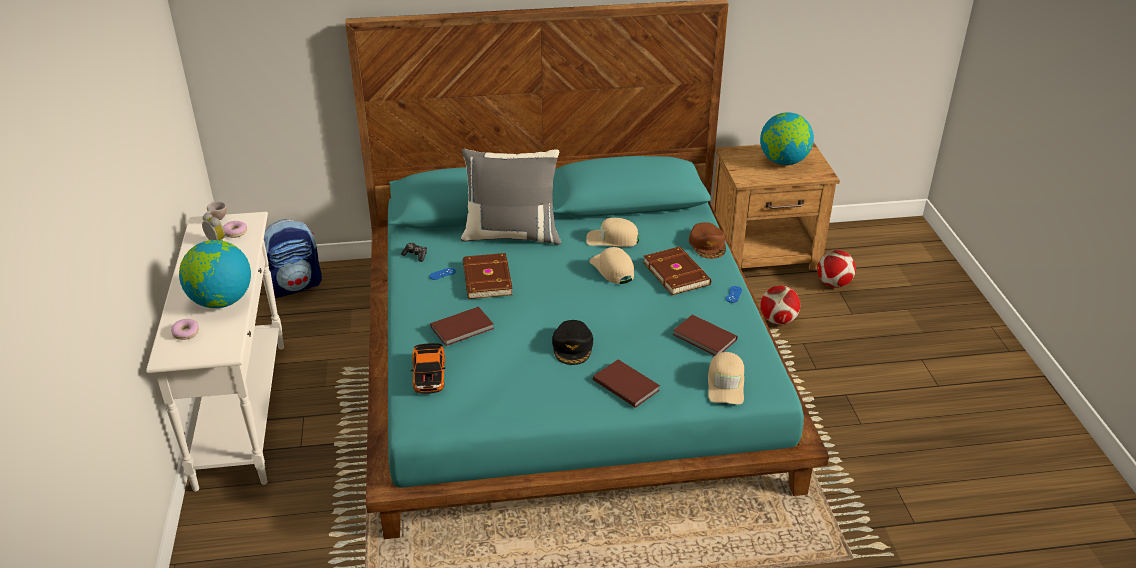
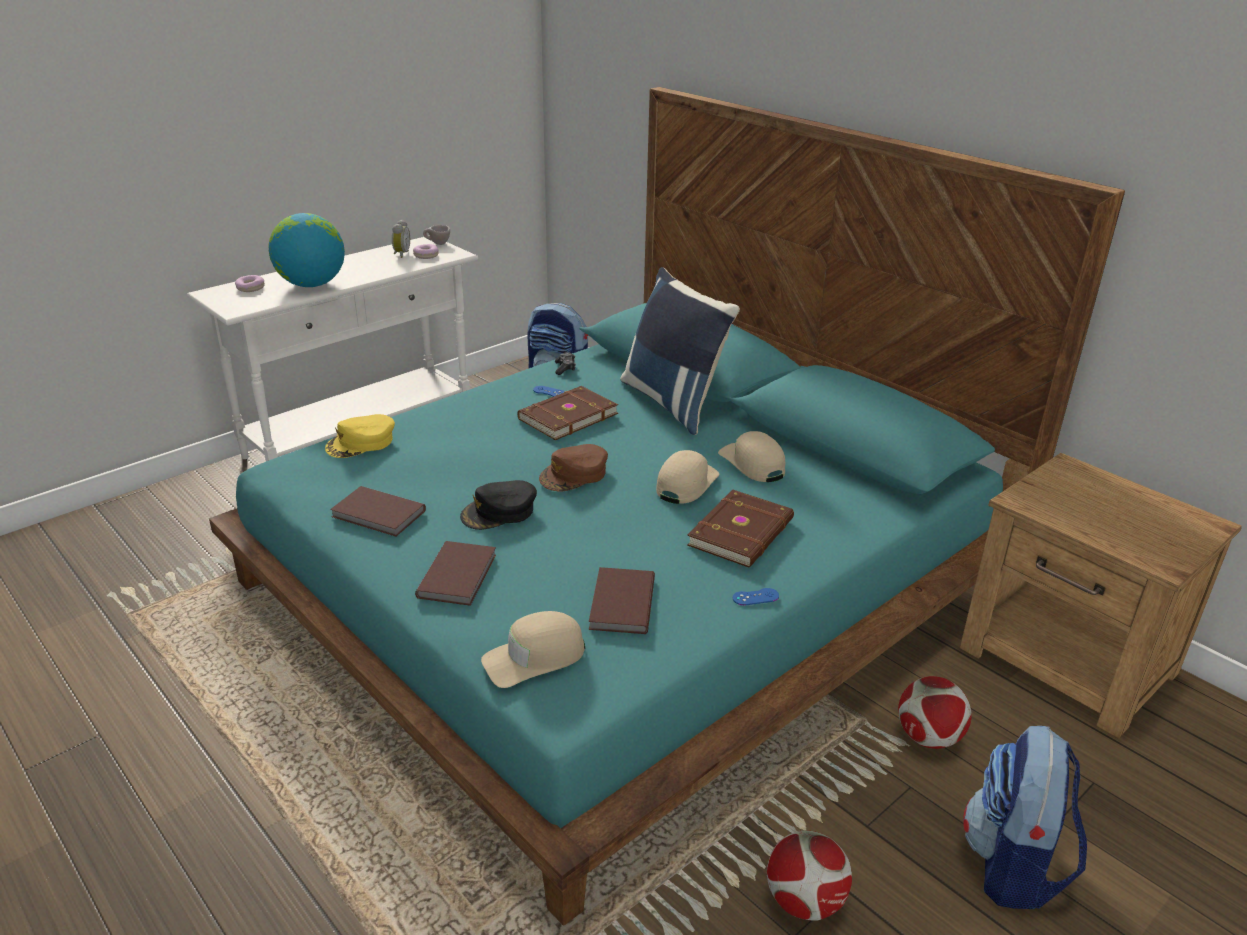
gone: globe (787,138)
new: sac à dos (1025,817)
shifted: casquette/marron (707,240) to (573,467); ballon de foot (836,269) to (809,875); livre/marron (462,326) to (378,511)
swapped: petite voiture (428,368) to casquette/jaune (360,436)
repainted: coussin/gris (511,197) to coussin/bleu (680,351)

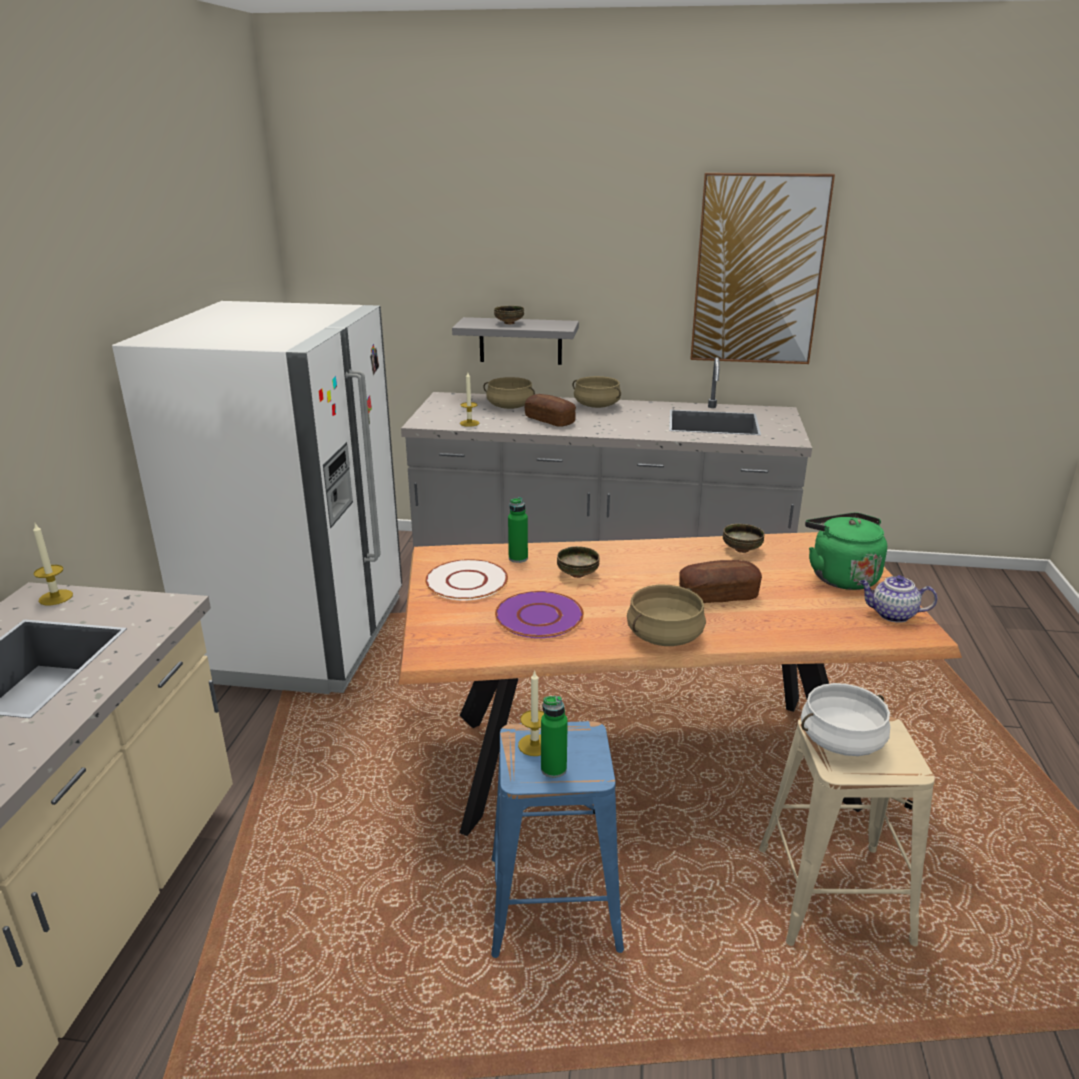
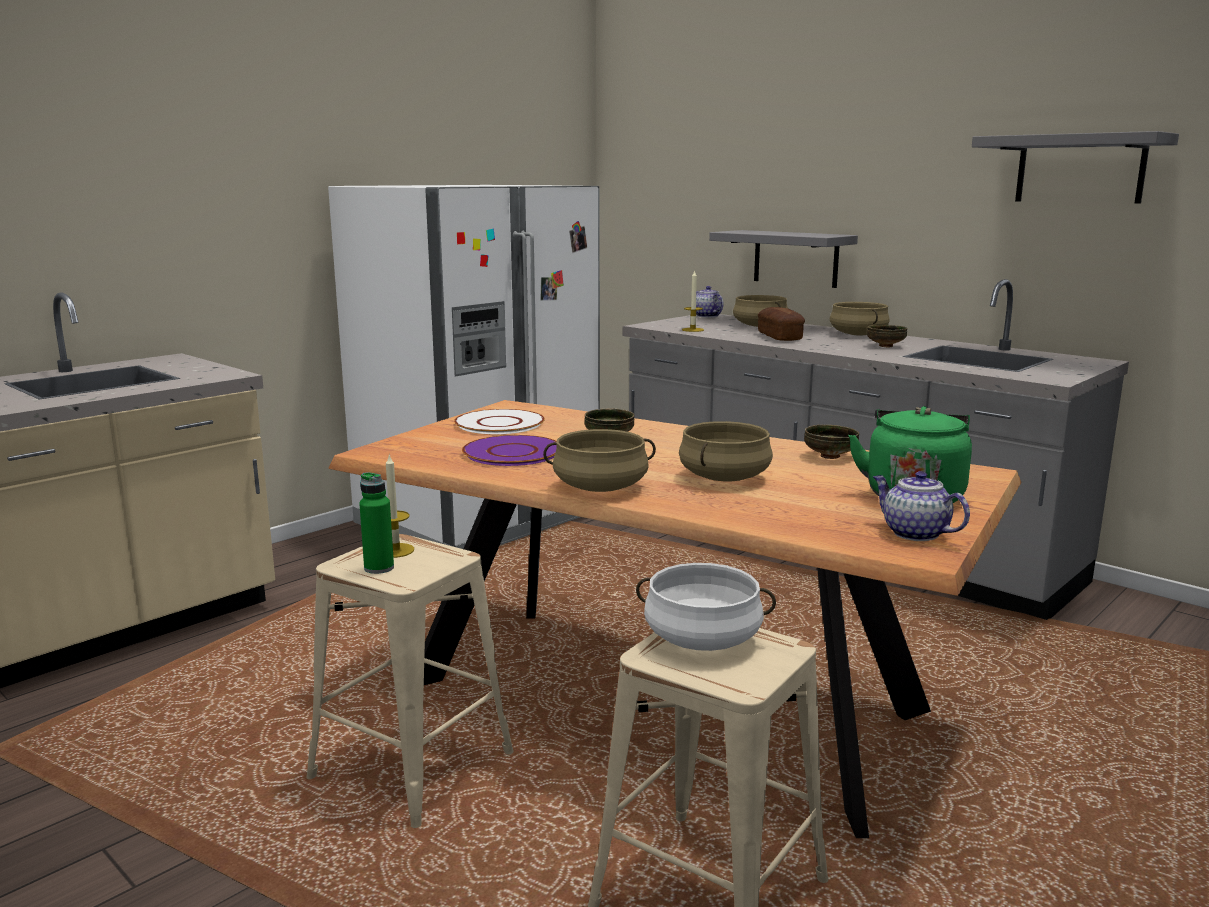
gone: bouteille/vert (518,530); bougie (53,564)
new: théière (710,301)
shifted: bol (509,315) to (887,336)
swapped: tableau (762,268) to étagère/gris (1075,167); pain (720,581) to marmite/beige (726,451)
repainted: tabouret/bleu (557,839) to tabouret/beige (410,681)

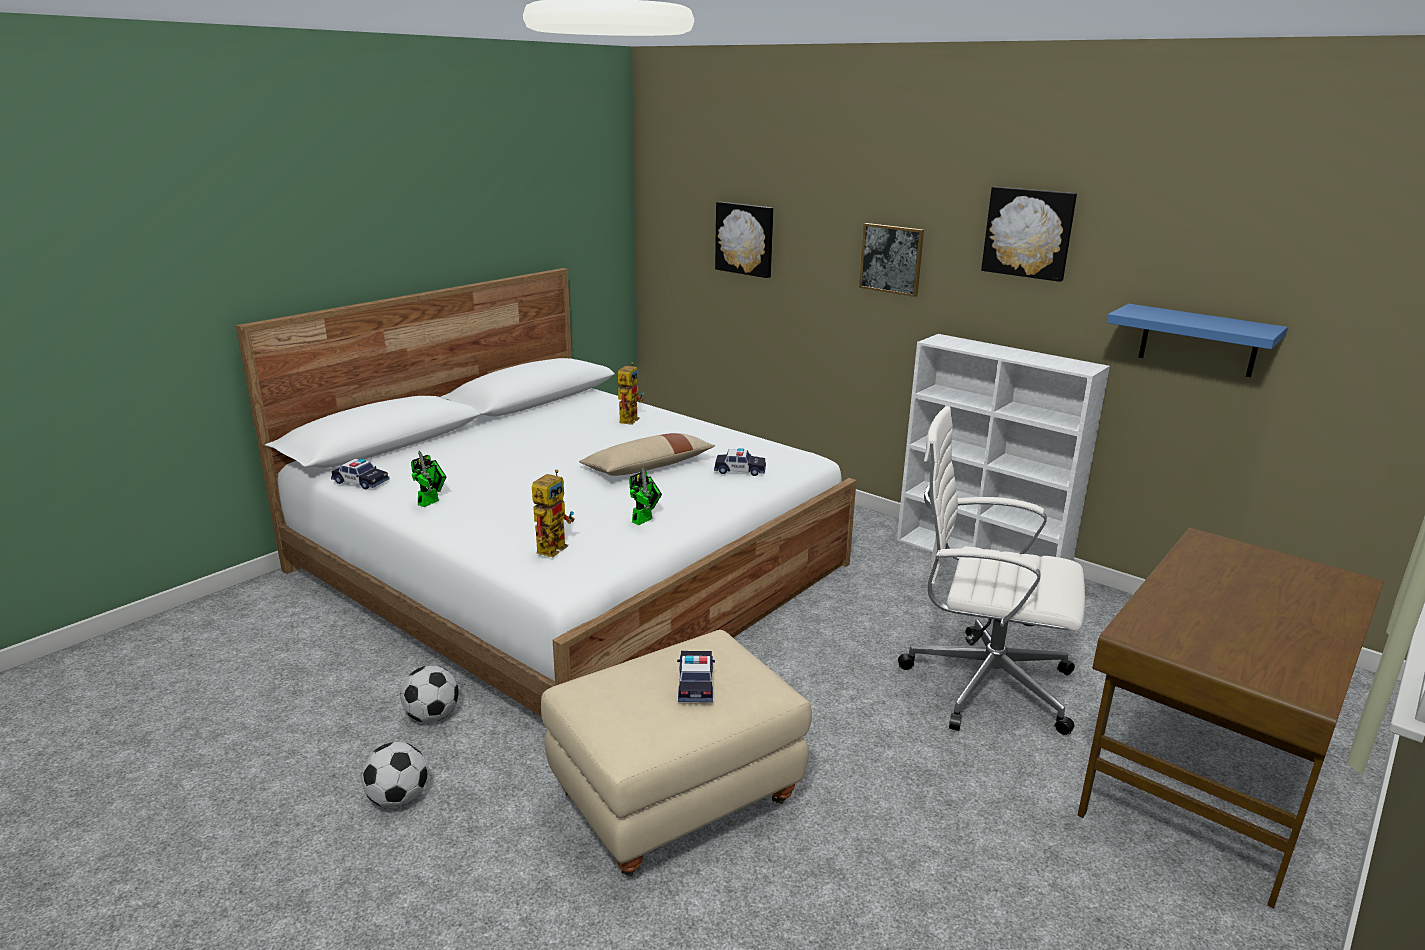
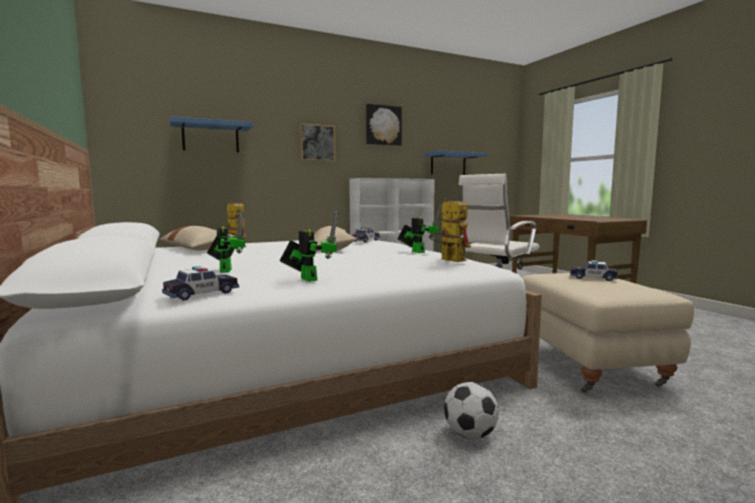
gone: ballon de foot (394,775)
new: robot jouet (226,241); coussin/beige (196,238)
swapped: tableau (744,240) to étagère/bleu (211,134)

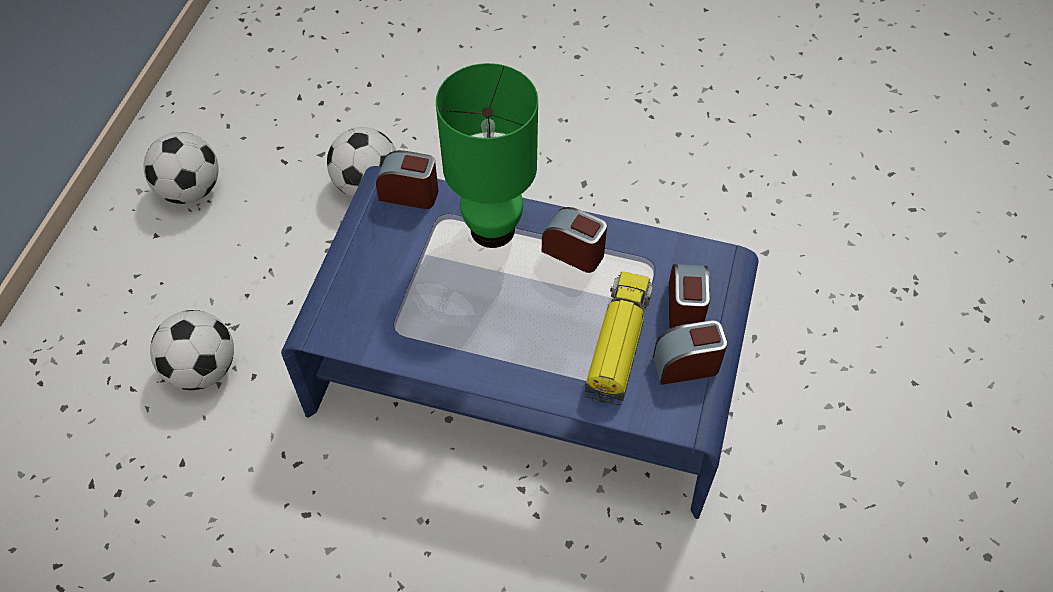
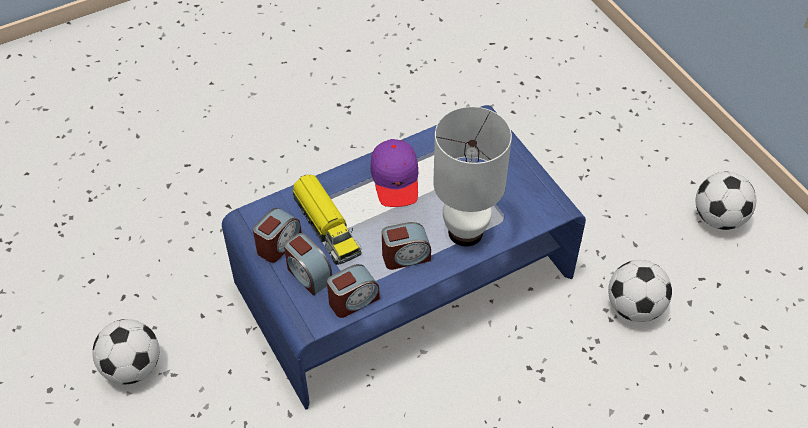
new: casquette/violet (394,173)
shifted: réveil (407,179) to (353,291); ballon de foot (192,350) to (125,351)
repainted: lampe de table/vert (487,155) to lampe de table/blanc (472,177)

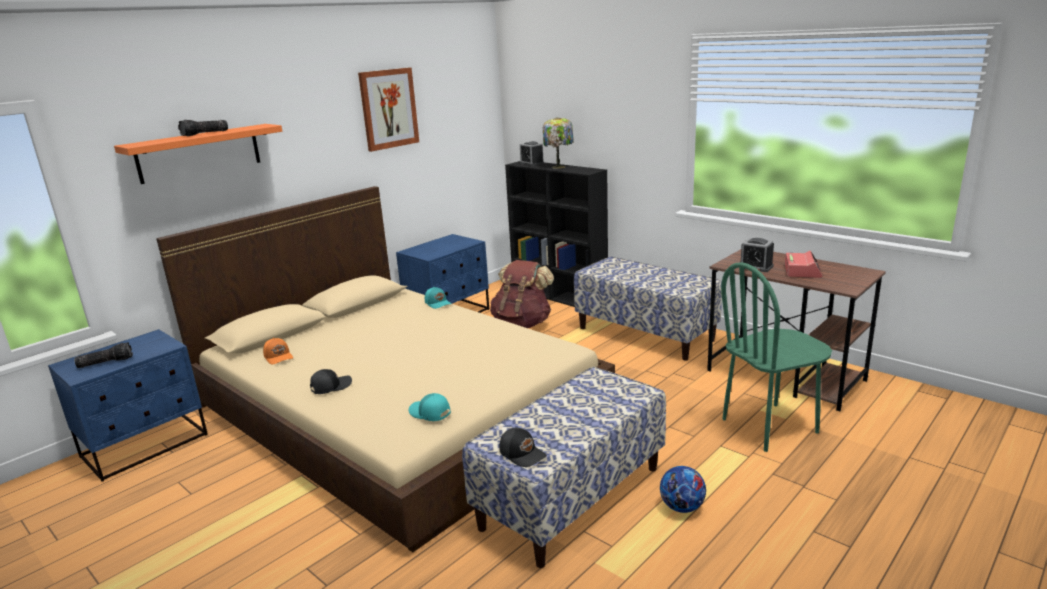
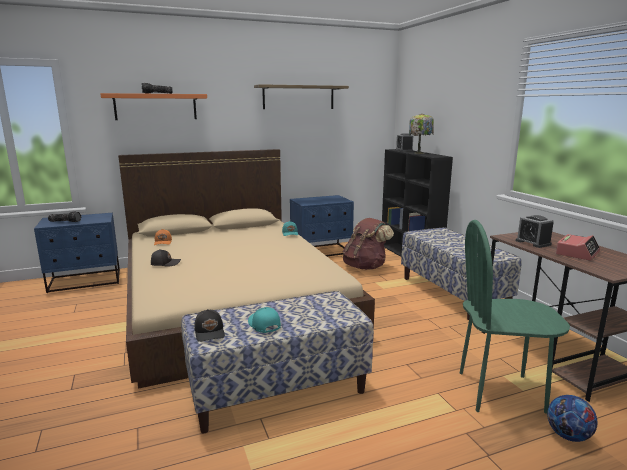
shifted: casquette/turquoise (430,407) to (264,320); ballon de foot (683,489) to (572,418)
swapped: tableau (388,110) to étagère (301,96)

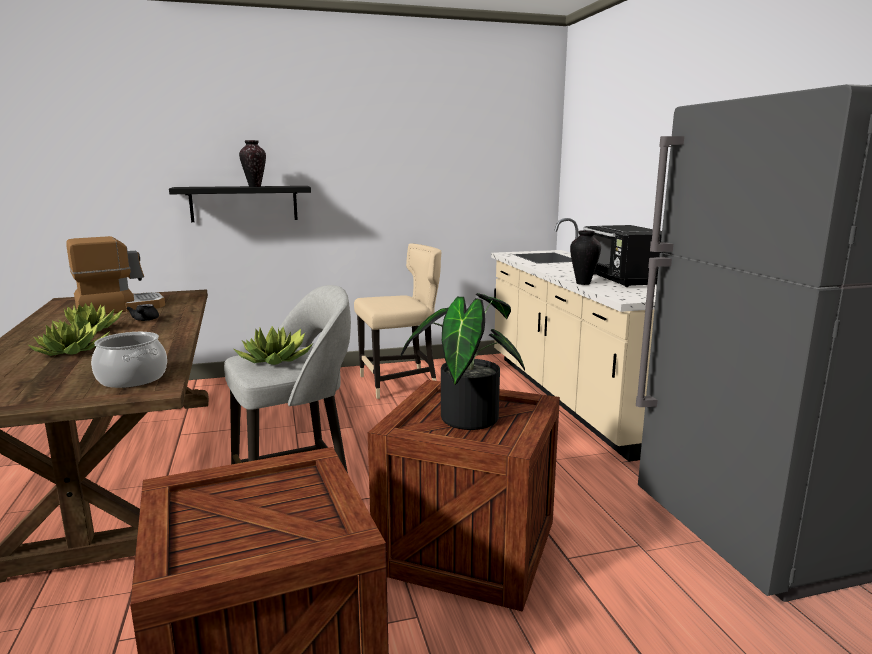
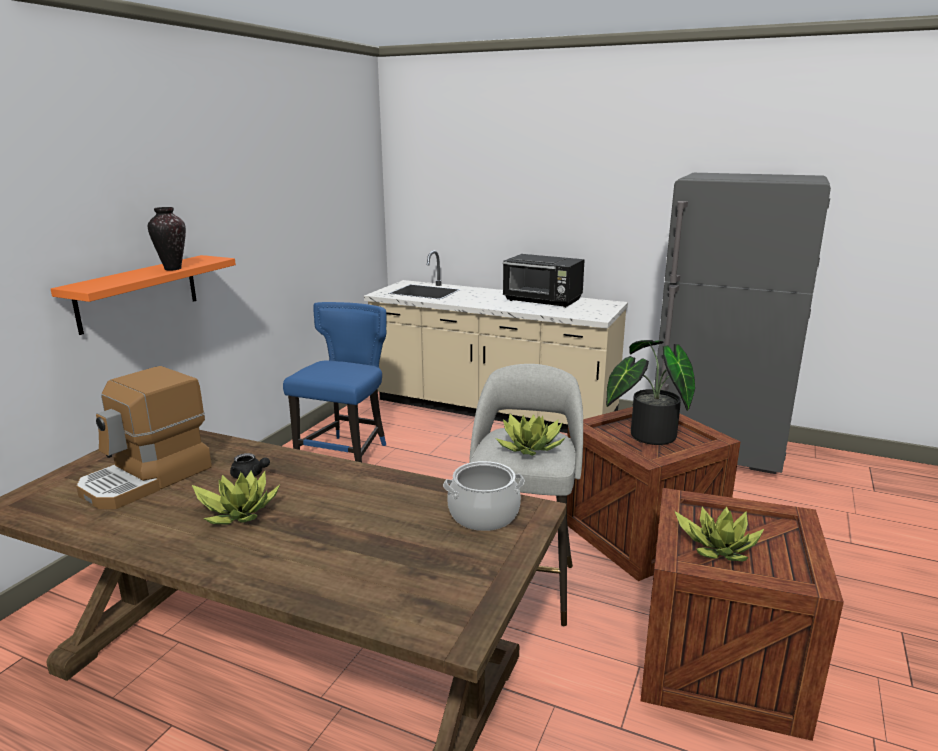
gone: vase (585,257)
shifted: plante en pot (68,338) to (719,534)
repainted: étagère/noir (240,204) to étagère/orange (143,295); chaise/beige (398,321) to chaise/bleu (334,382)
rotated: machine à café (115,275) = (144,437) 150 degrees counterclockwise

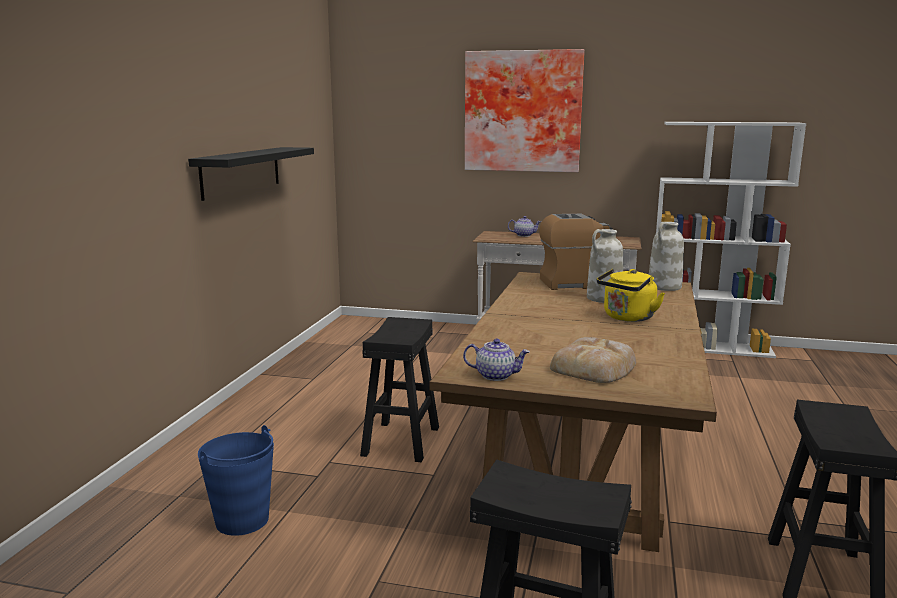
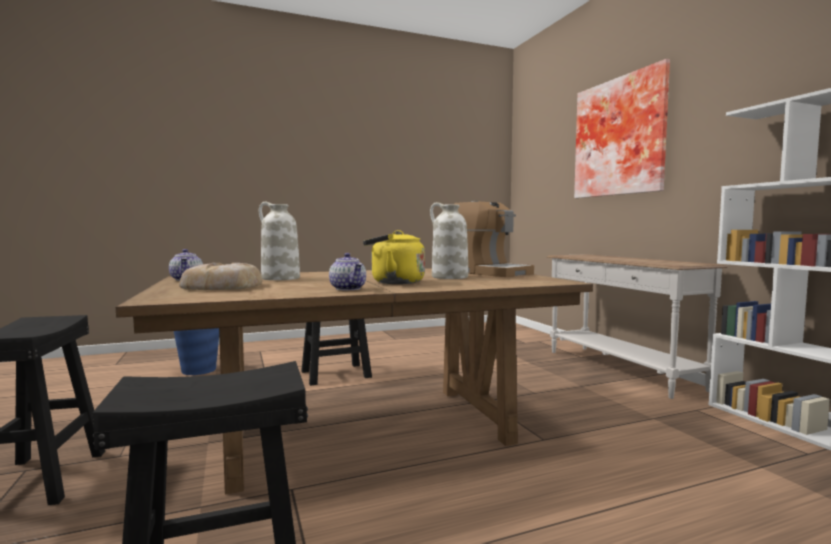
gone: étagère/noir (251,174)
shifted: théière (524,226) to (347,271); vase/blanc (666,256) to (279,241)

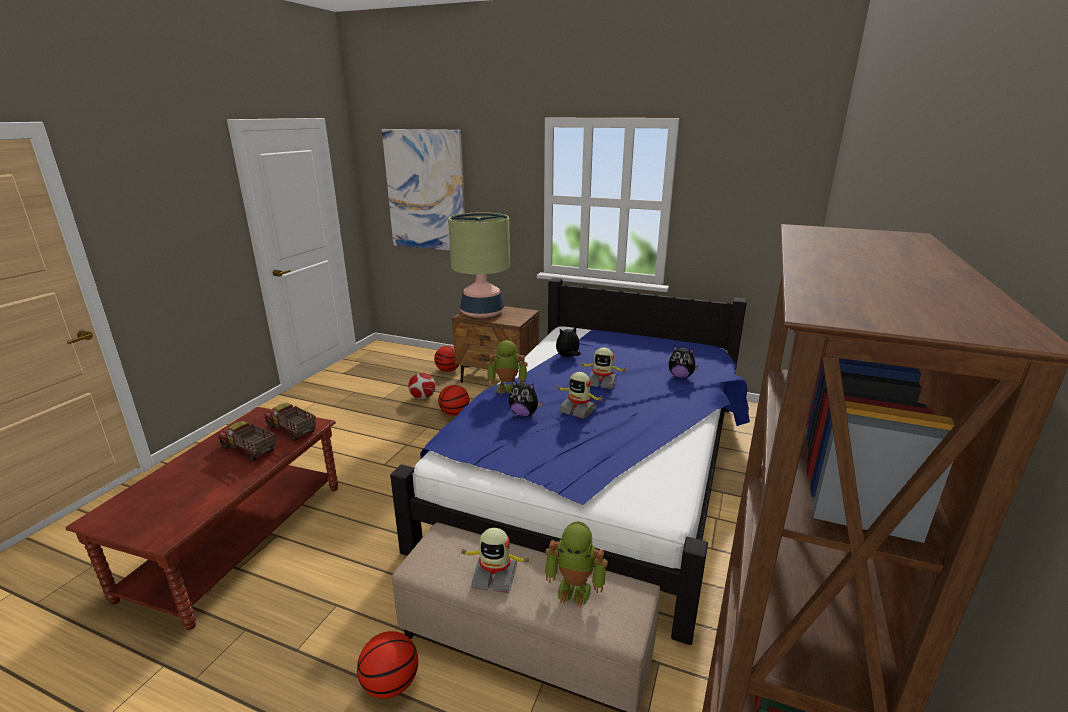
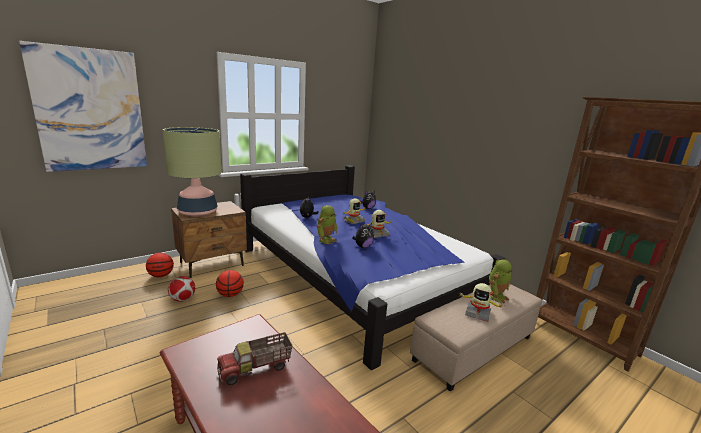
gone: camion jouet (290,422); ballon de basket (387,665)
rotated: robot jouet (495,561) = (480,302) 75 degrees clockwise

